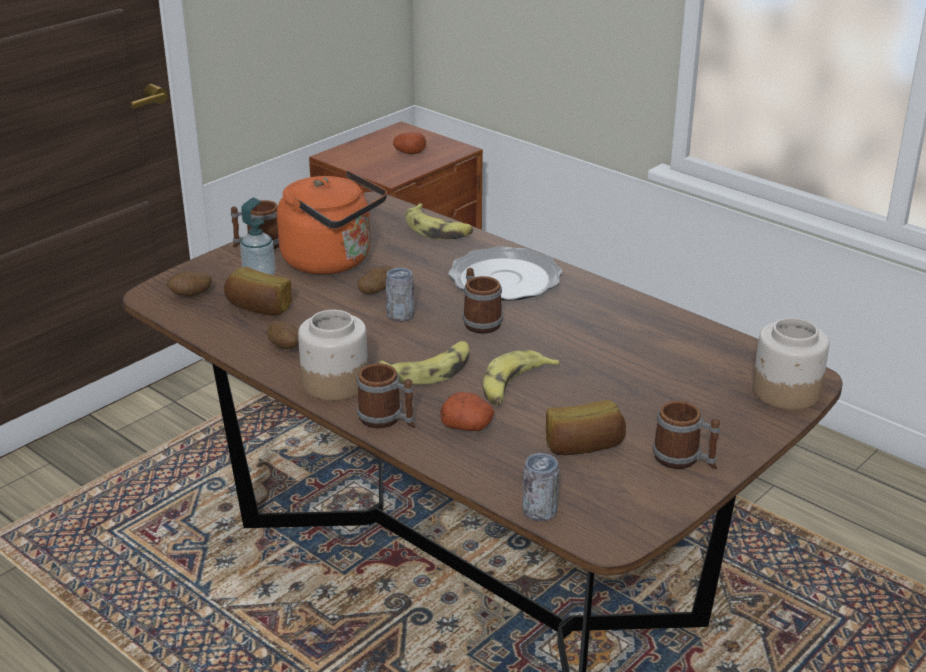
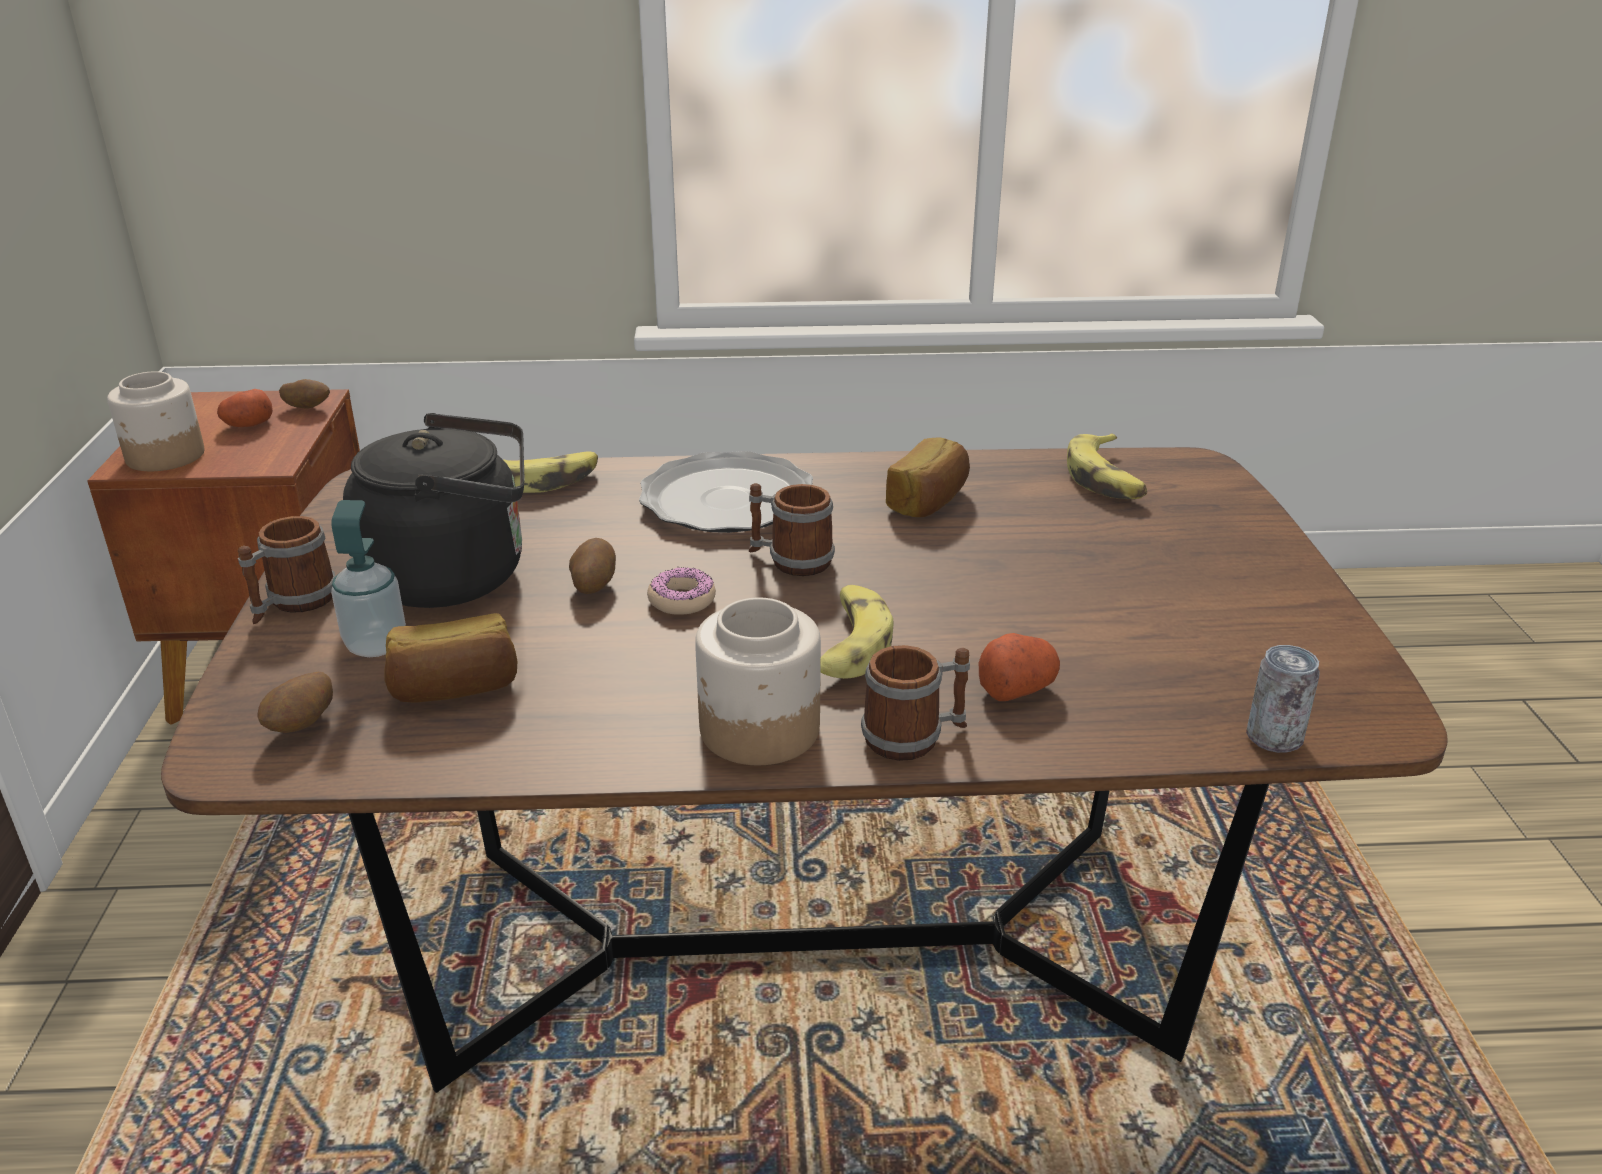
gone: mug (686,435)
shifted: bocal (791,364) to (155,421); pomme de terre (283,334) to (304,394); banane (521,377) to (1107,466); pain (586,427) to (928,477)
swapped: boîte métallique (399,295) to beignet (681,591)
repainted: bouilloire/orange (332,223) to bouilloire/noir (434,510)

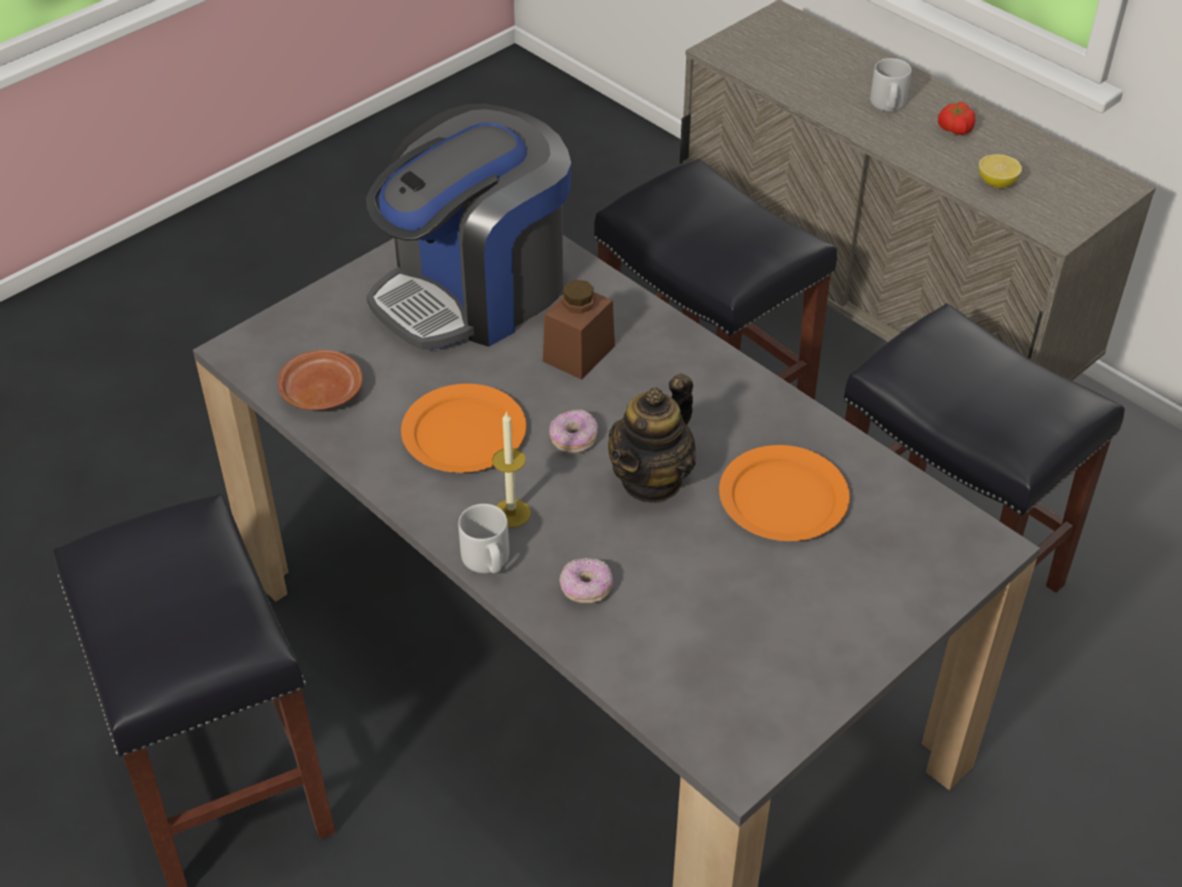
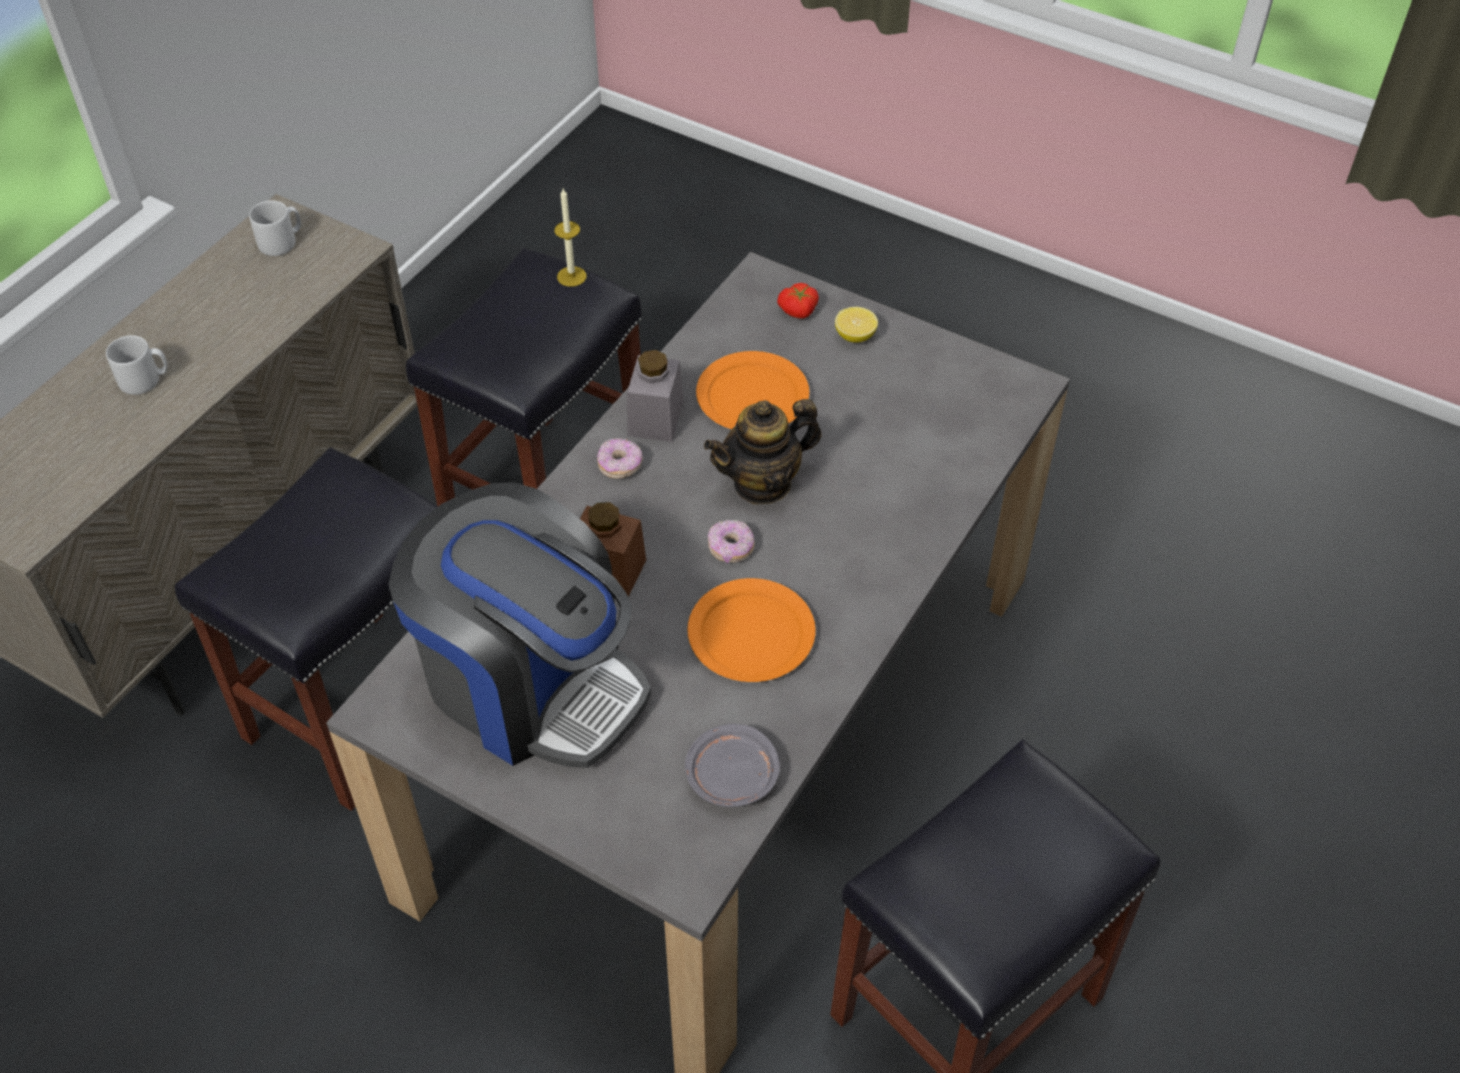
new: bocal/gris (655,396)
shifted: tomate (956,118) to (798,300); citron (1000,171) to (856,325); bougie (511,469) to (570,238); mug/gris (483,538) to (275,228); beignet (586,581) to (620,458)
repainted: assiette/marron (320,380) to assiette/gris (732,765)
rotated: théière (652,439) = (763,451) 135 degrees clockwise

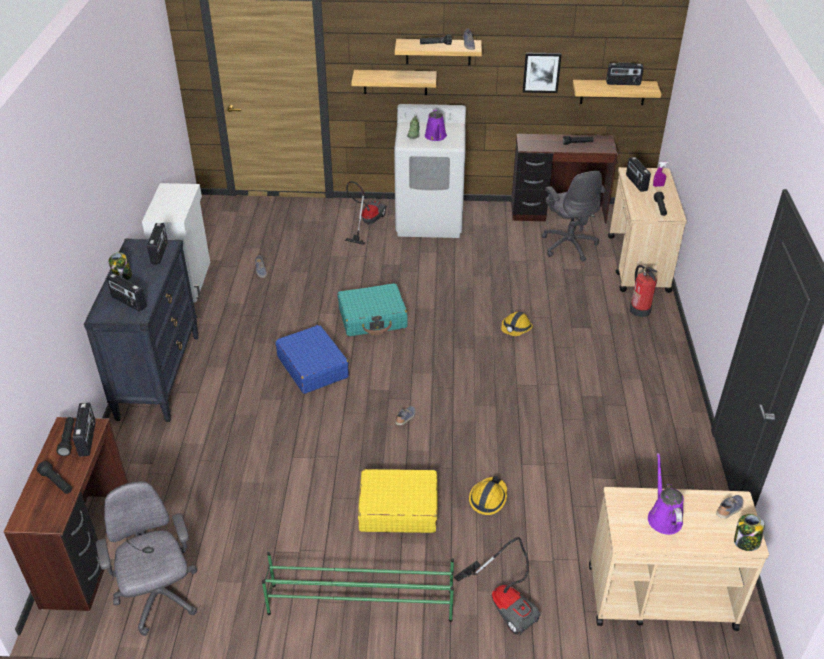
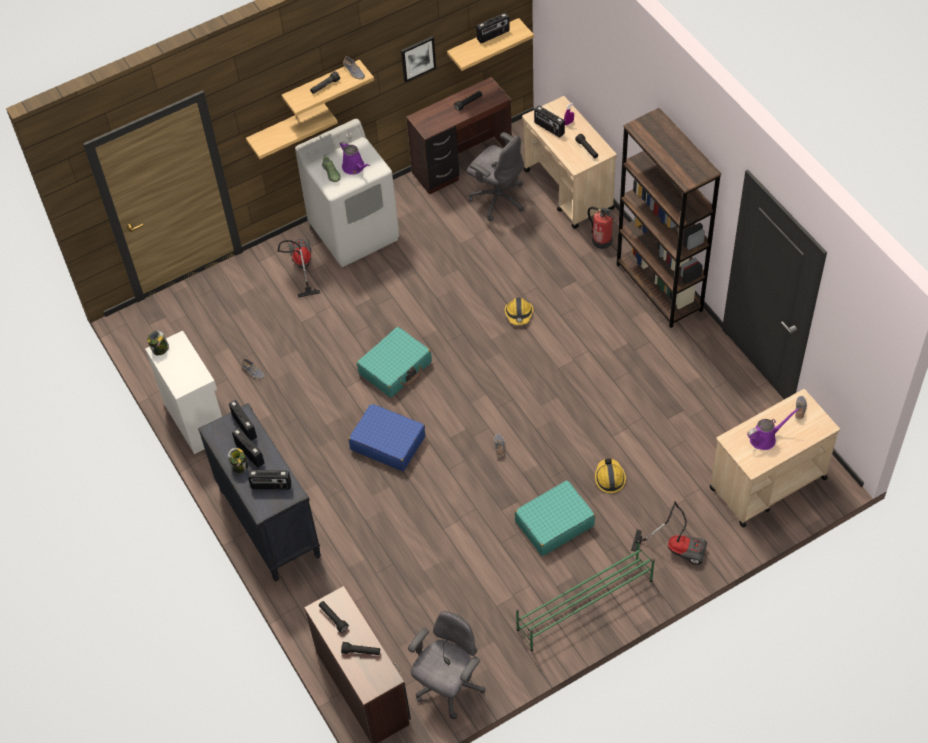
new: bibliothèque/marron (668,218)
shifted: radio (84,429) to (248,448); bocal (749,532) to (158,343)
repainted: valise/jaune (398,501) to valise/turquoise (555,518)
rotated: arrosoir/violet (666,494) = (773,429) 105 degrees clockwise; chaise de bureau/gris (147,558) = (447,665) 90 degrees clockwise

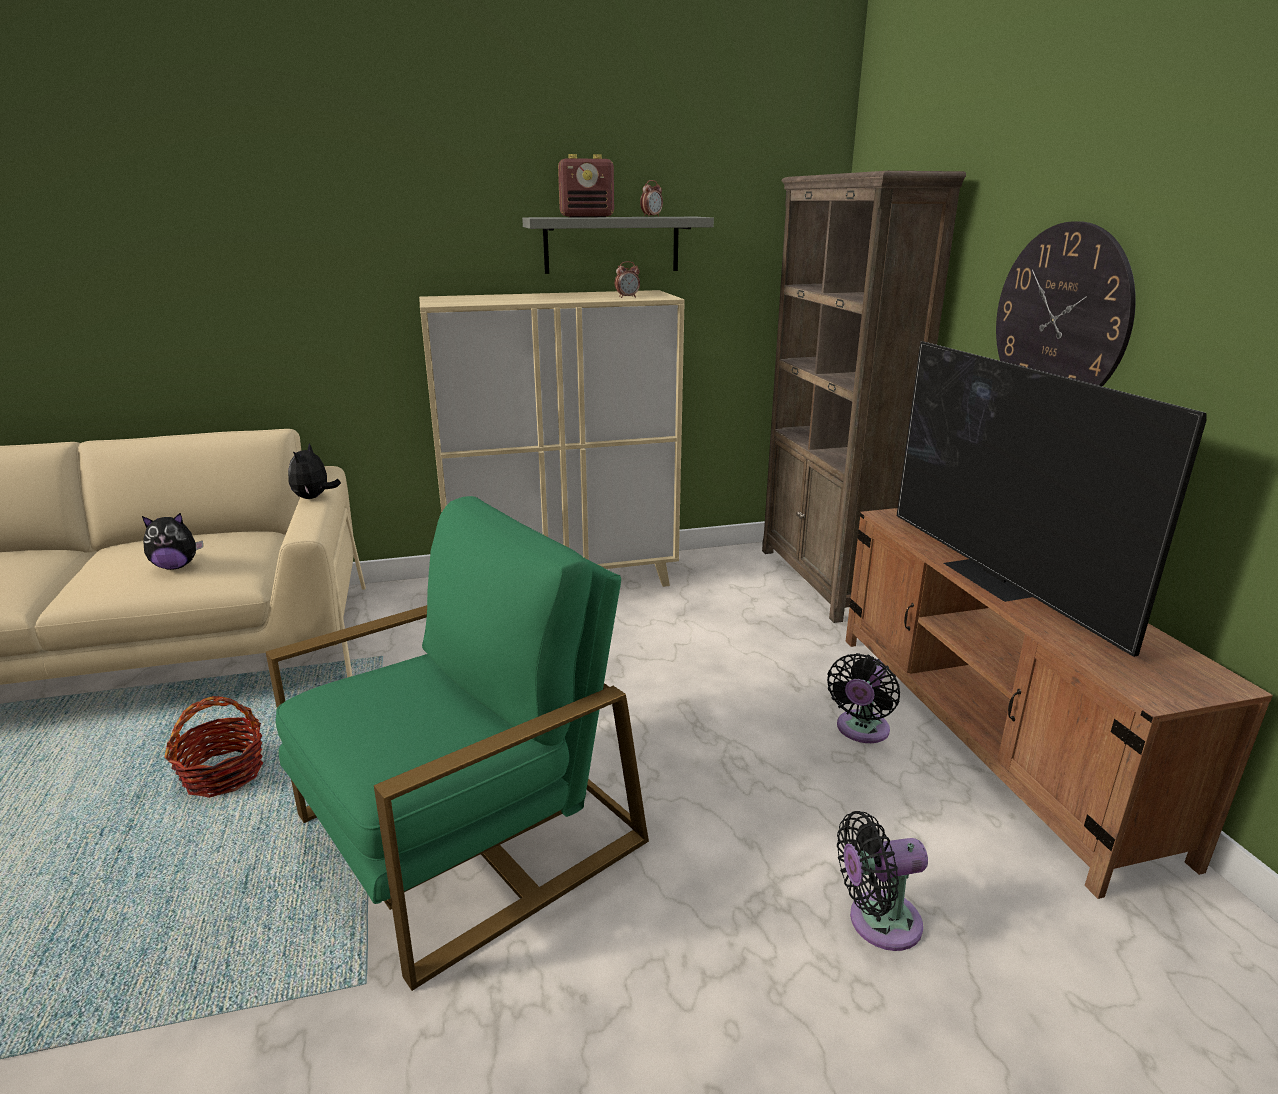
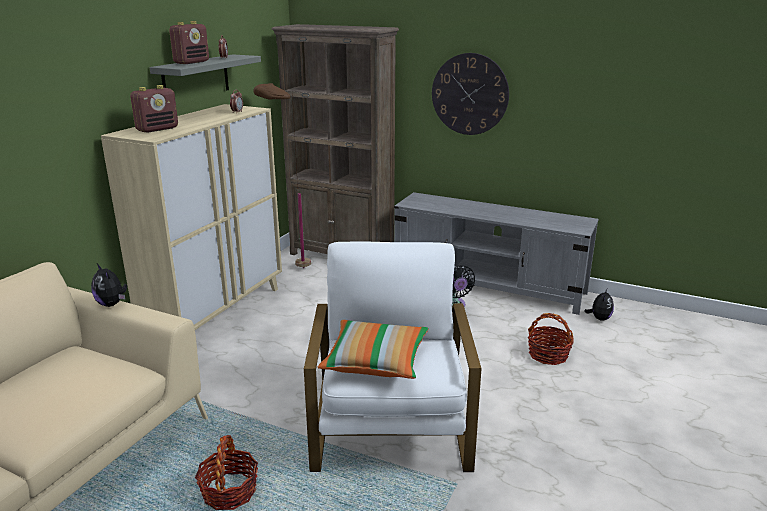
gone: téléviseur (1052,499)
new: lampadaire/marron (282,175); radio (154,109); coussin (373,349)
shifted: peluche (172,541) to (599,305)
swapped: ventilateur/noir (882,881) to panier (551,339)
repainted: fauteuil/vert (457,743) to fauteuil/blanc (393,357); meuble télé/marron (1059,703) to meuble télé/gris (496,253)

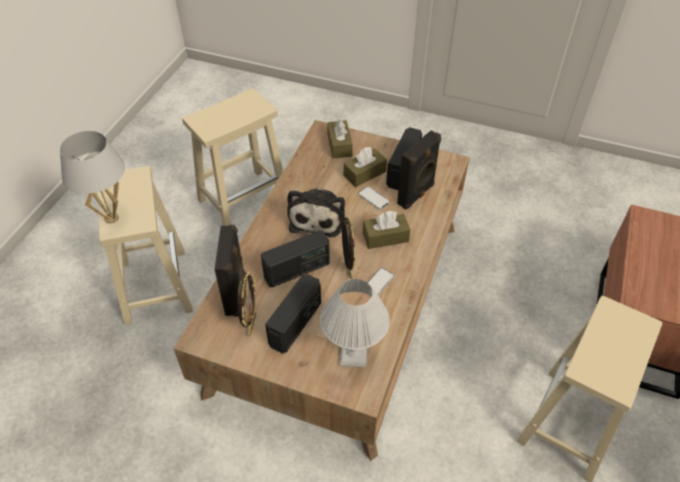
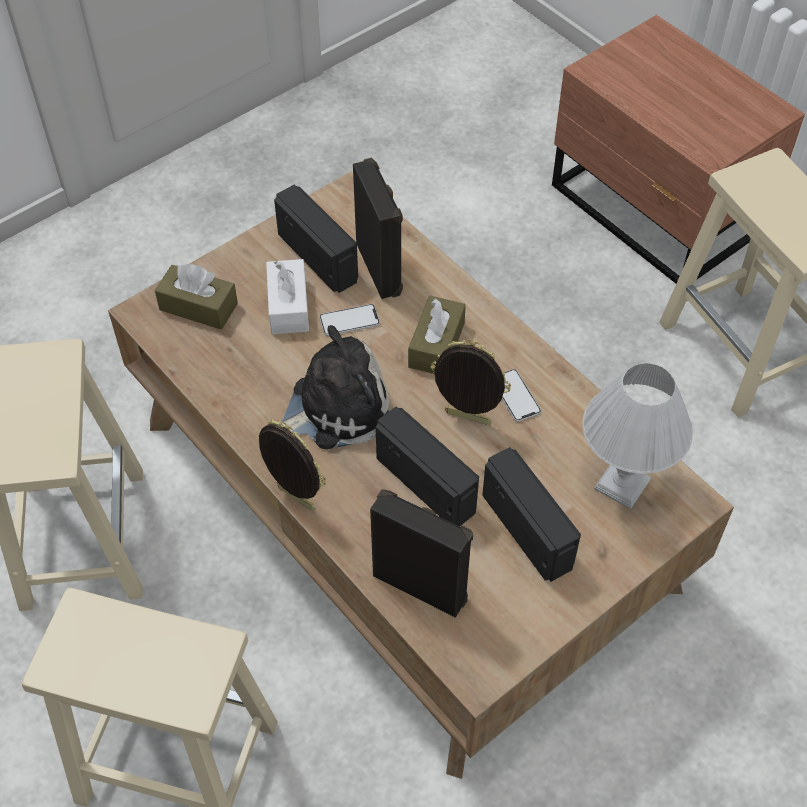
gone: lampe de table/blanc (92,177)
shifted: cadre photo (246,304) to (292,465)
repainted: boîte à mouchoirs/marron (365,167) to boîte à mouchoirs/blanc (287,296)
rotated: peluche (316,212) = (335,387) 60 degrees counterclockwise; radio (295,258) = (427,466) 45 degrees counterclockwise

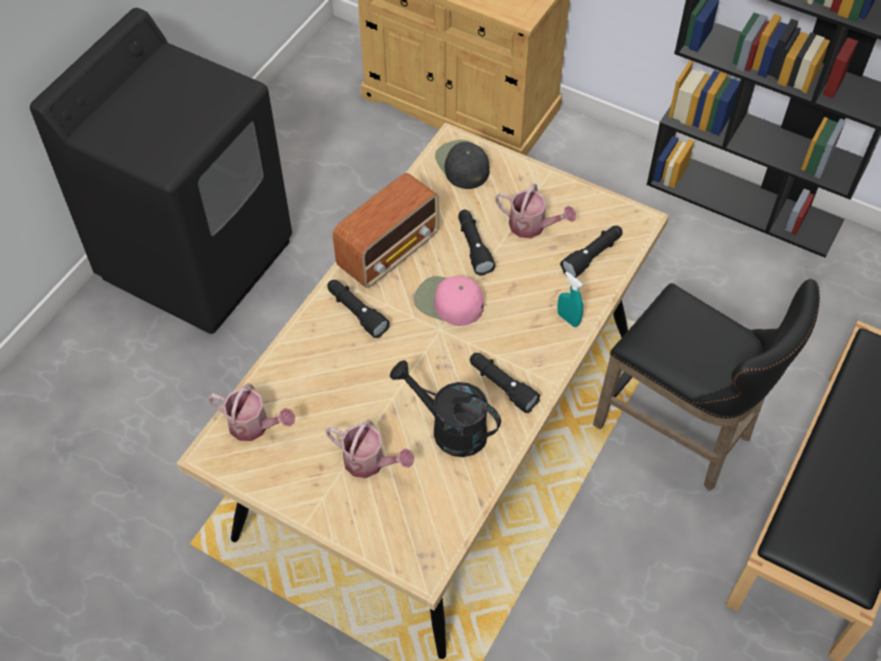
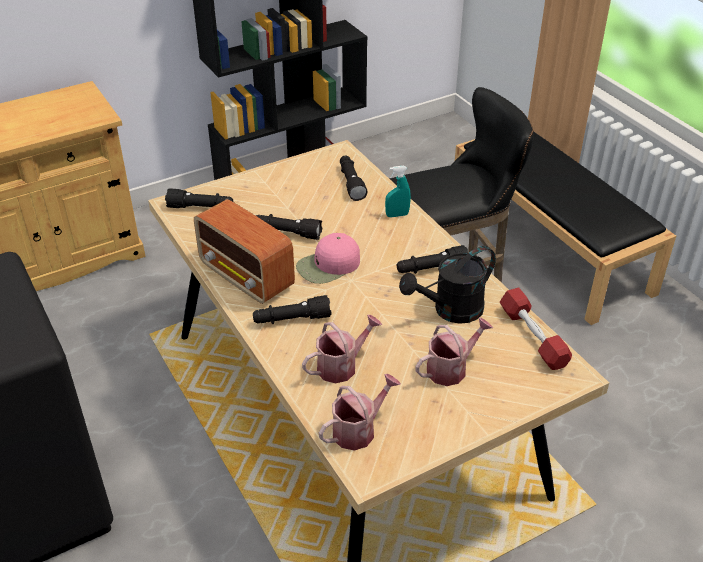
new: haltère/rouge (536,329)
shifted: arrosoir (535,210) to (342,349)
swapped: casquette/noir (462,164) to lampe de poche/noir (199,198)
rotated: radio (386,230) = (244,251) 150 degrees clockwise

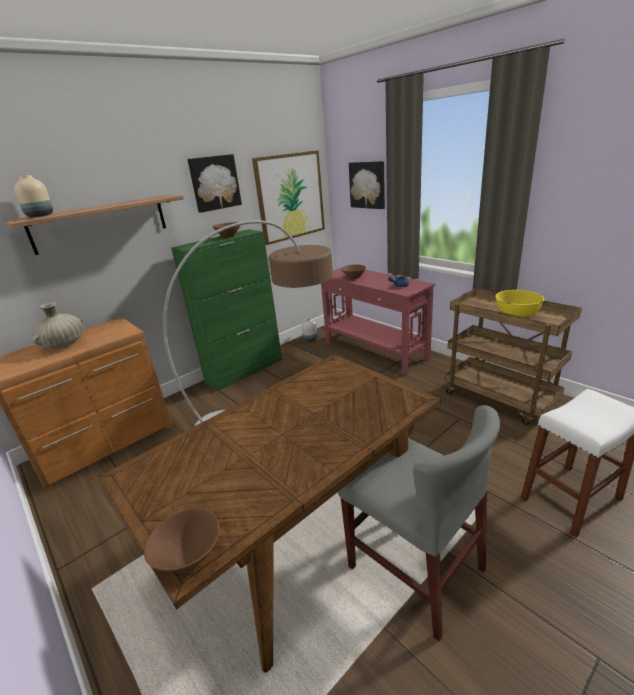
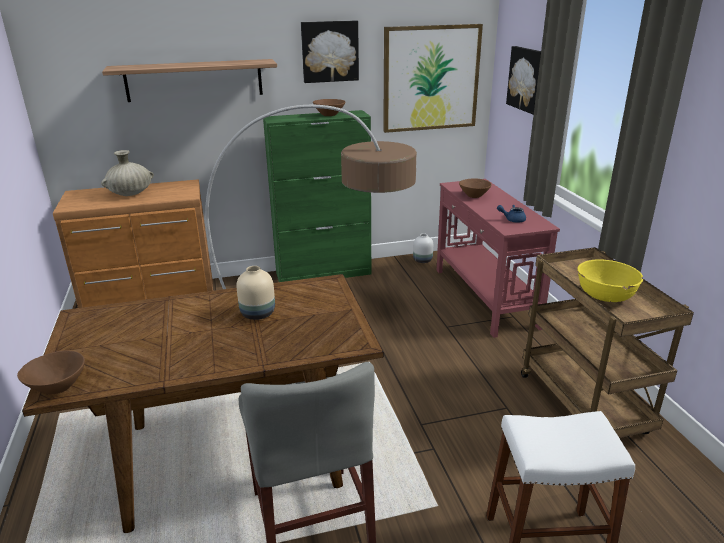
shifted: vase/beige (33,196) to (255,293)

